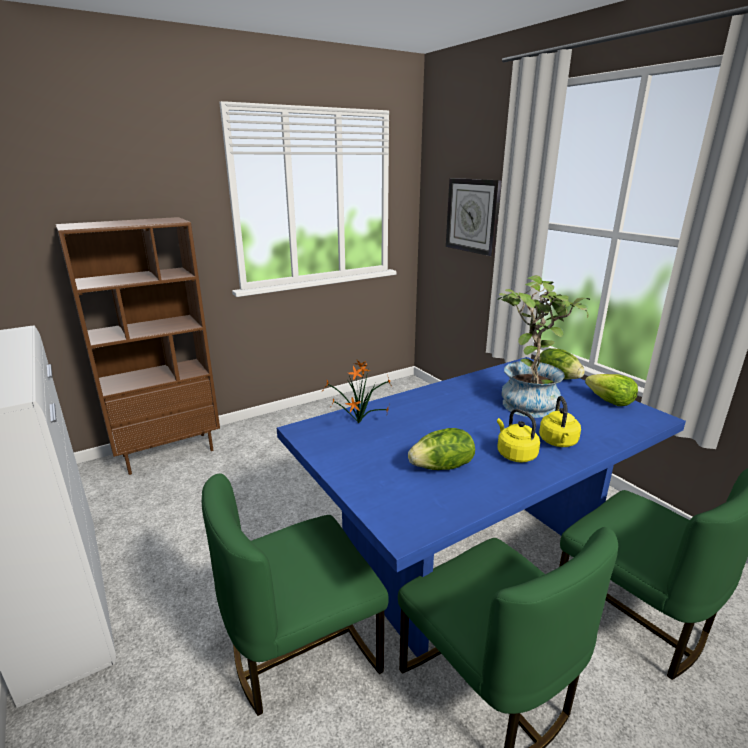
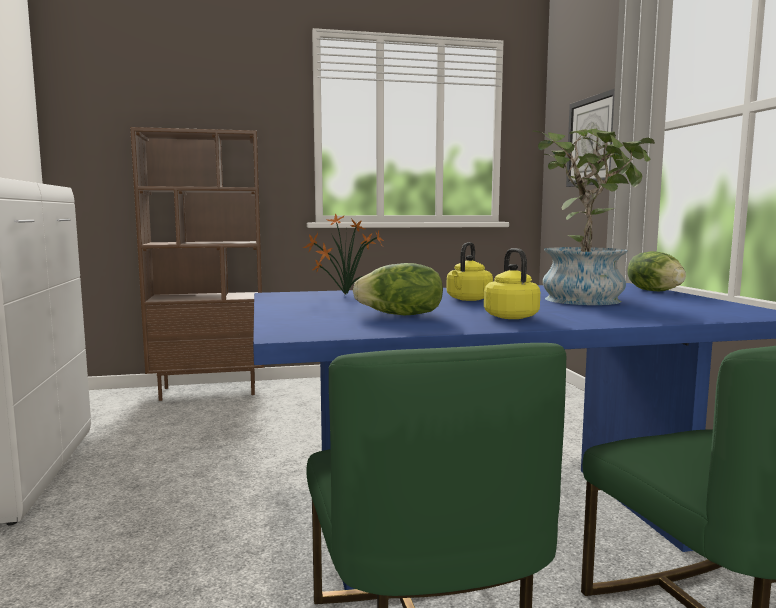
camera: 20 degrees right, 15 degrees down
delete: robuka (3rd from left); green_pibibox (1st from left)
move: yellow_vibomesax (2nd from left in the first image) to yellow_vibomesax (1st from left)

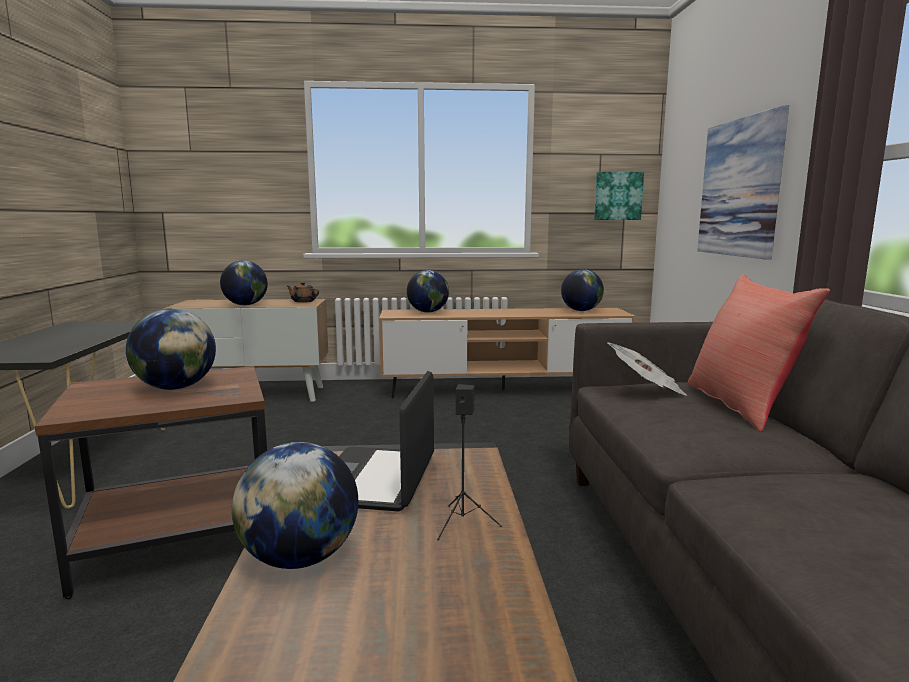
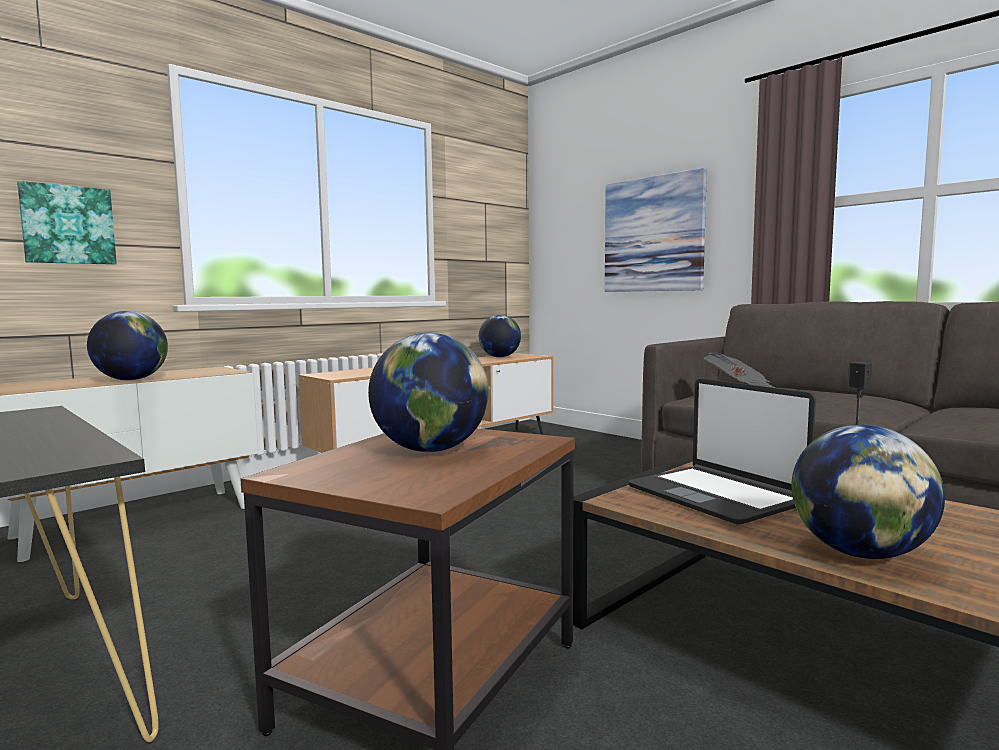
camera: 40 degrees left, 5 degrees down
delete: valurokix (4th from left); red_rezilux; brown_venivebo
move: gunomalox (1st from left)

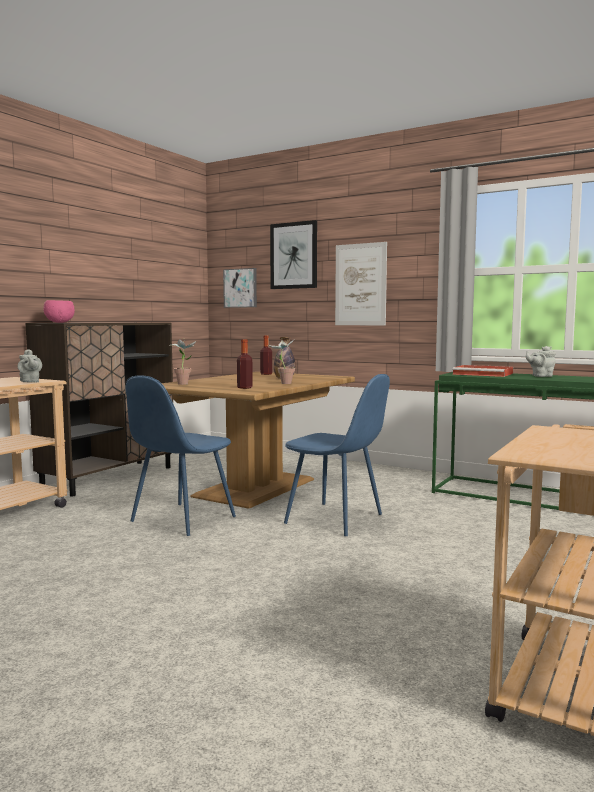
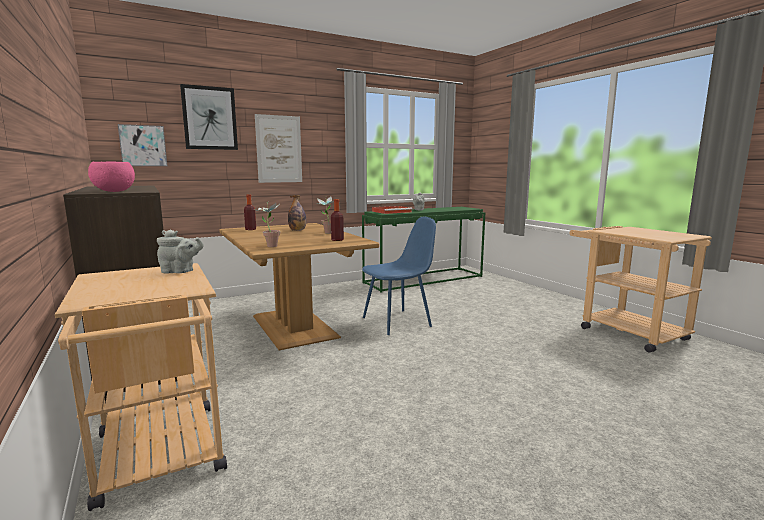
camera: 60 degrees left, 5 degrees up
delete: blue_pibibox (1st from left)

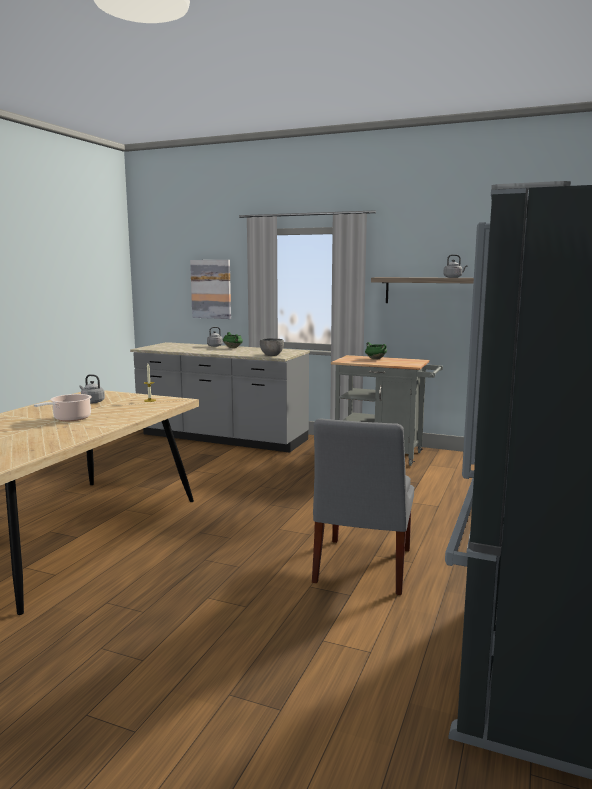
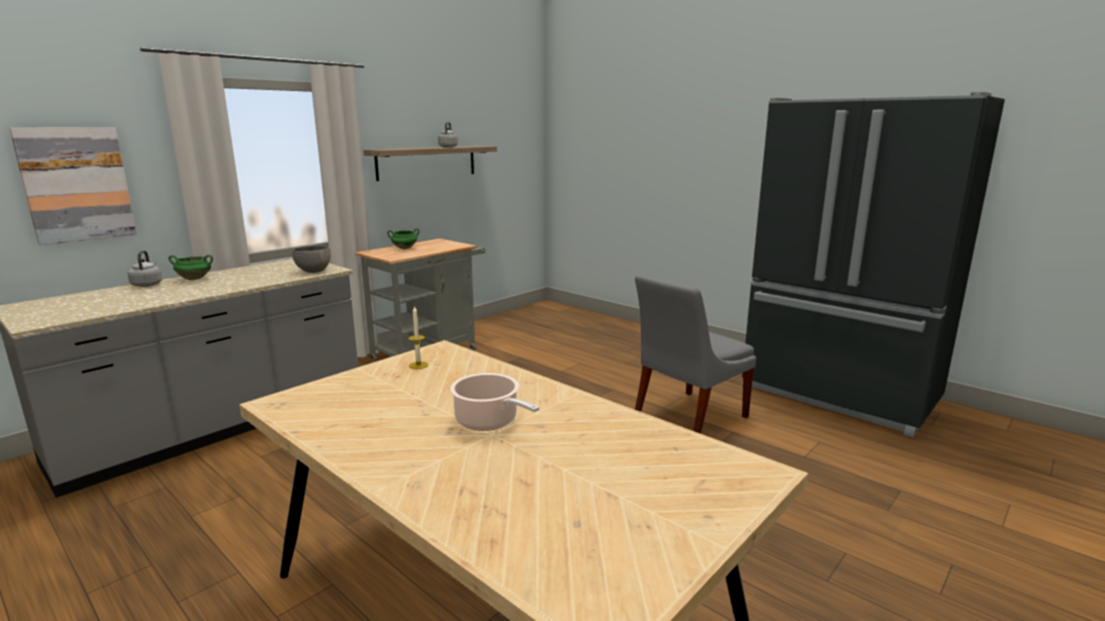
camera: 70 degrees left, 5 degrees up
delete: grey_vibomesax (1st from left)
rotate: grey_pibibox 105 degrees clockwise

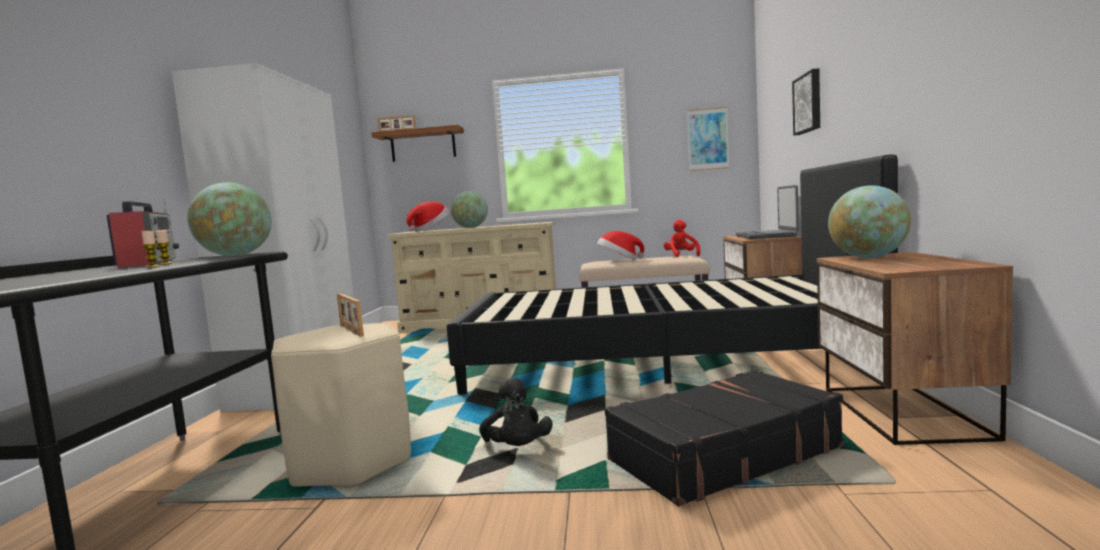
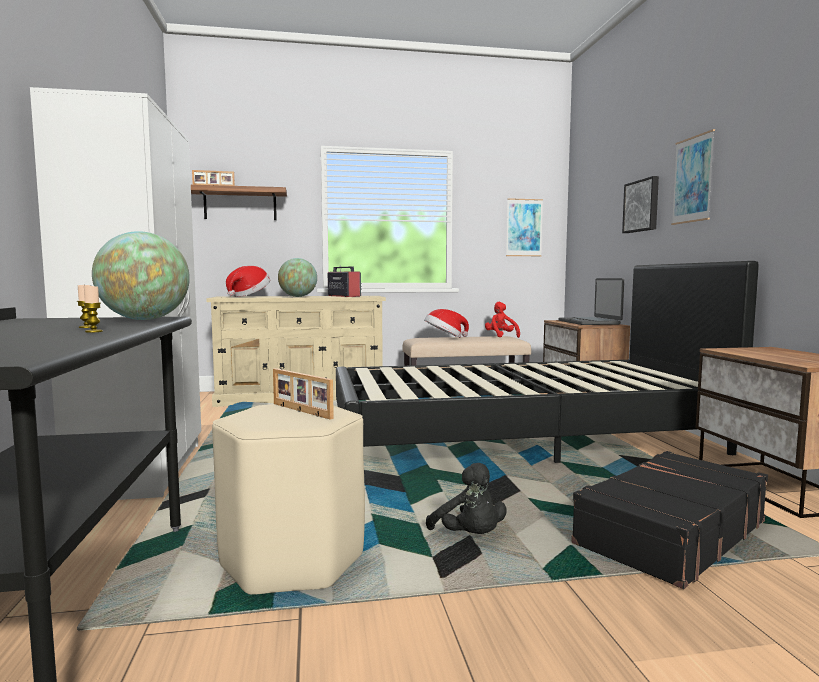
camera: 15 degrees left, 0 degrees up
delete: valurokix (3rd from left)
insert: gunomalox (3rd from left)
move: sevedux

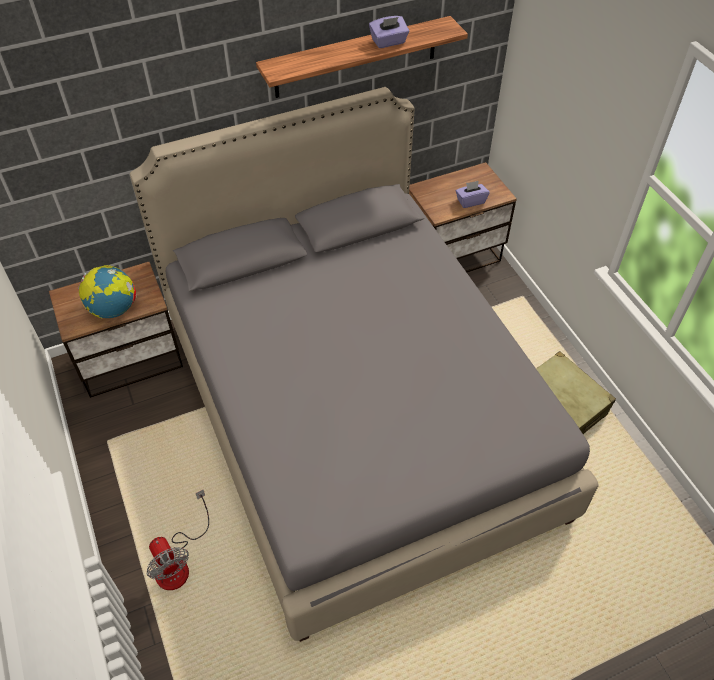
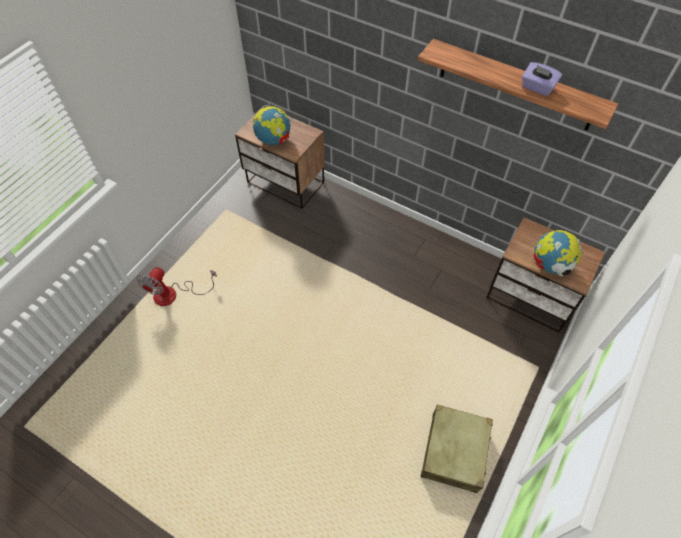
camera: 55 degrees right, 5 degrees up
delete: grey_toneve
replace: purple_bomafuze (2nd from left) to valurokix (2nd from left)

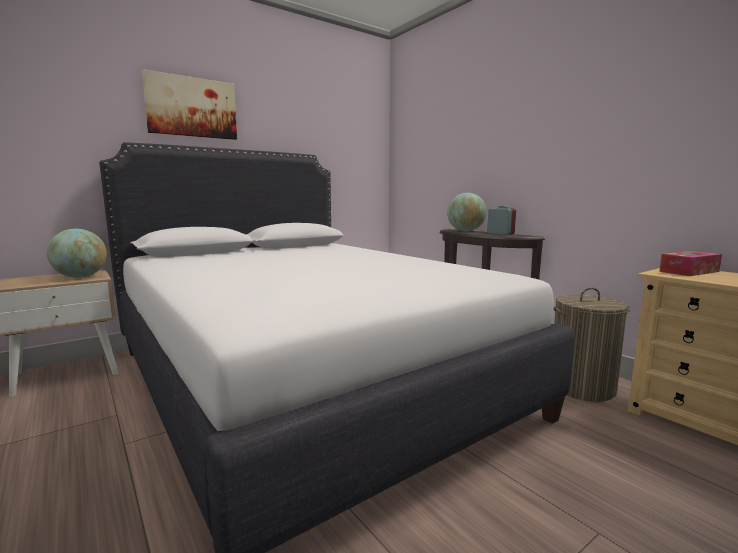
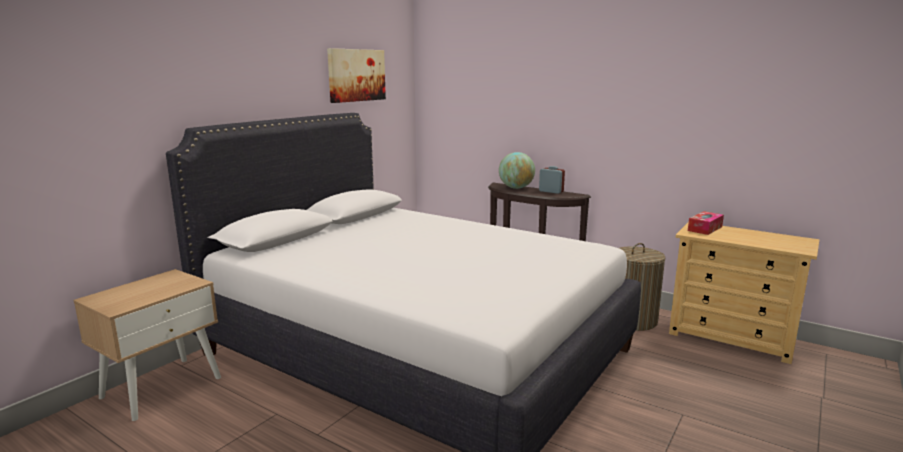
camera: 20 degrees left, 5 degrees up
delete: valurokix (1st from left)
move: gunomalox

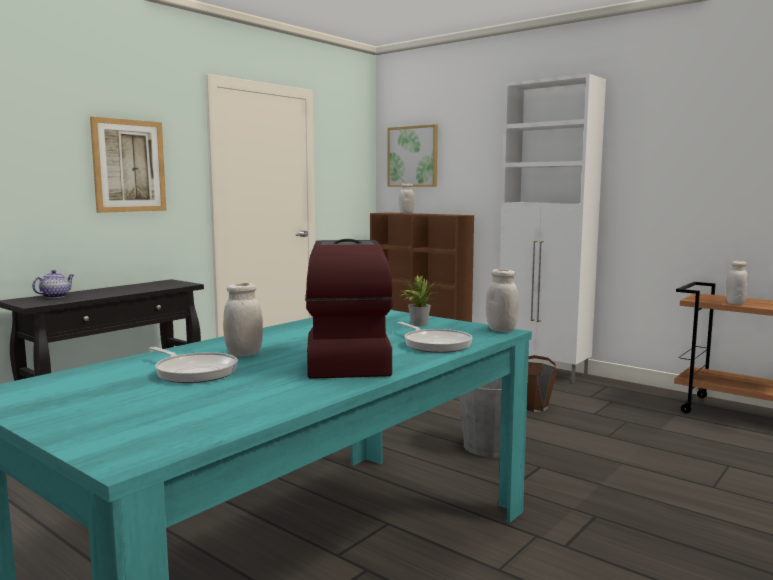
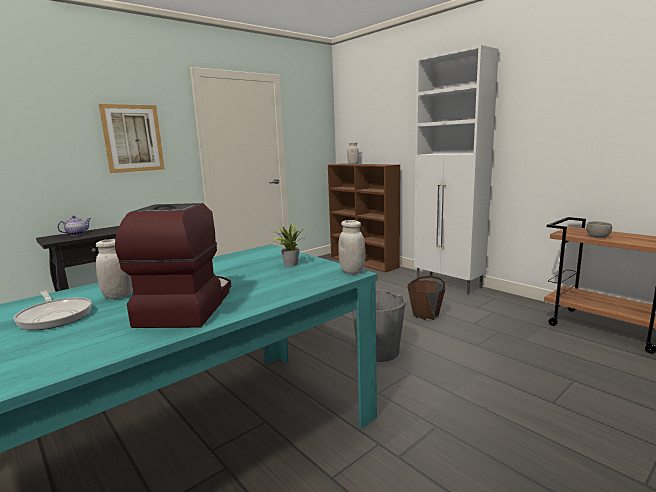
camera: 10 degrees right, 5 degrees up
delete: gunomalox (2nd from left); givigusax (2nd from left)
replace: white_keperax (4th from left) to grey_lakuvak

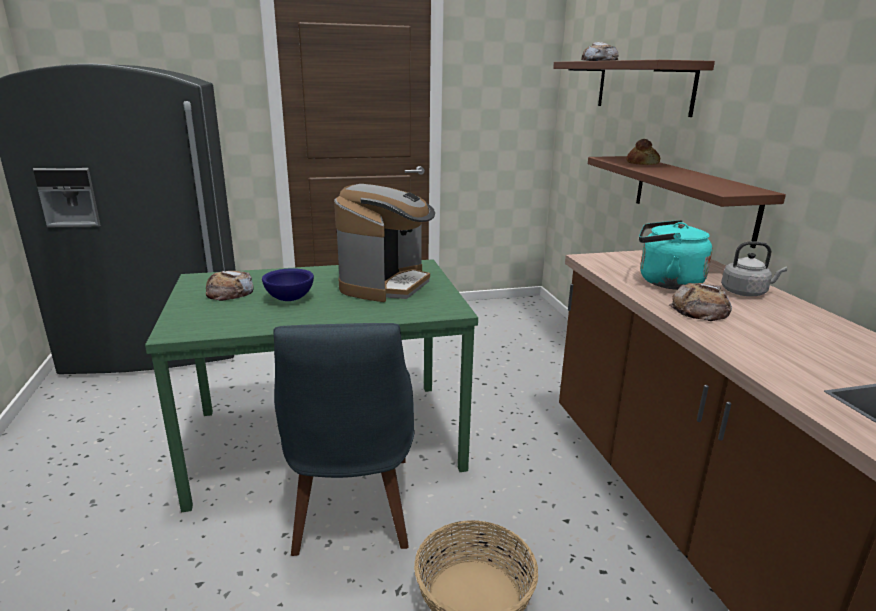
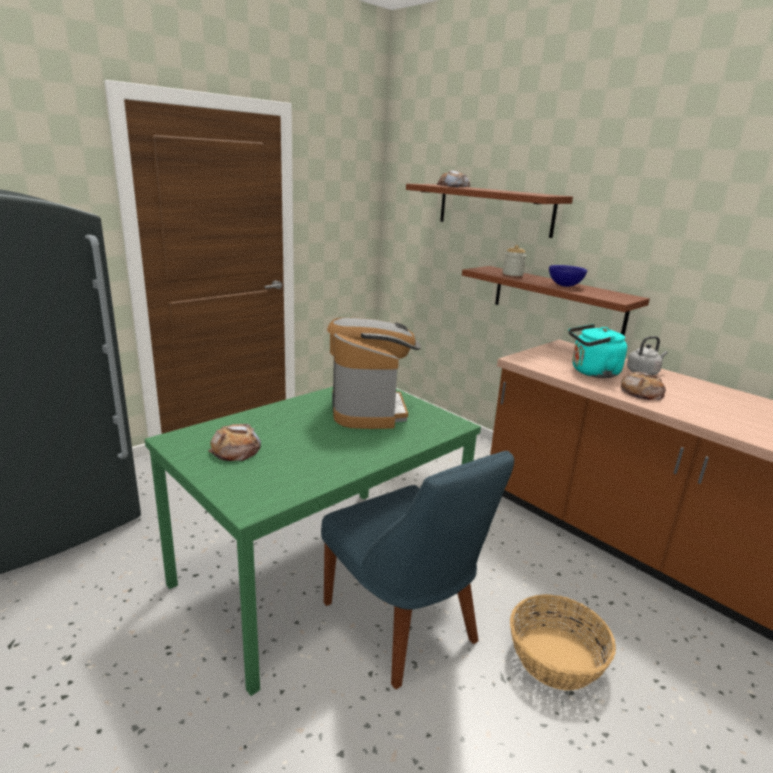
camera: 30 degrees left, 0 degrees up
move: blue_lakuvak
replace: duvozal (3rd from left) to keperax

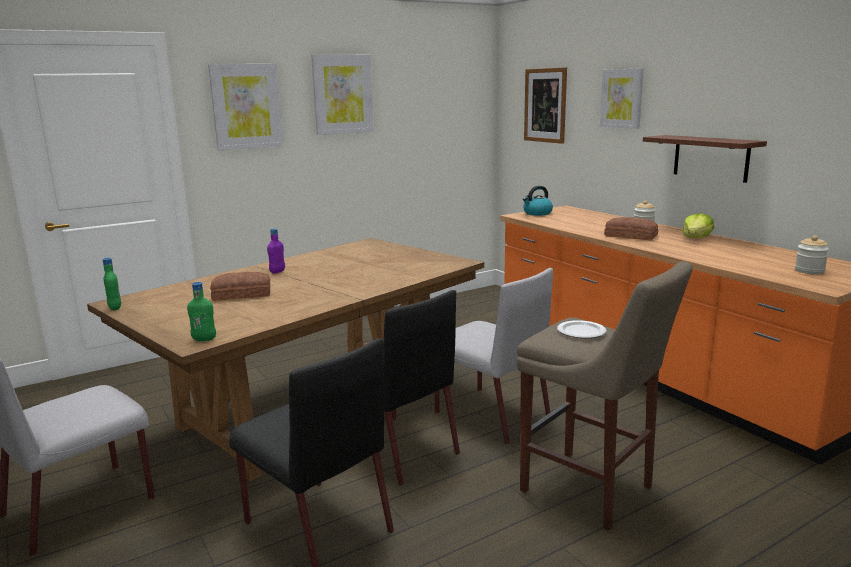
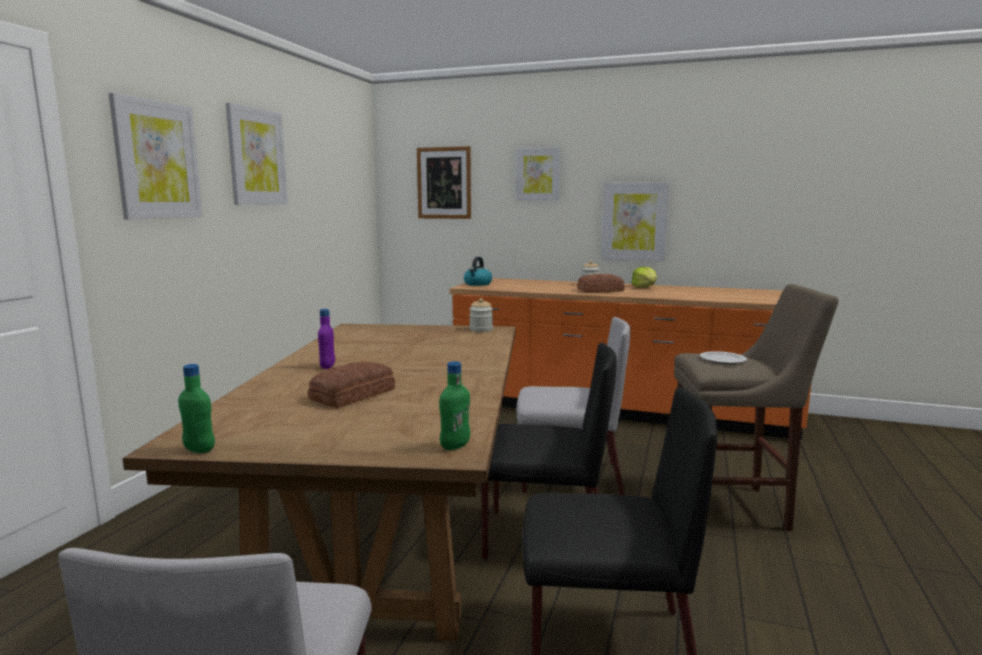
camera: 40 degrees left, 5 degrees down
move: keperax (2nd from left in the first image) to keperax (1st from left)
replace: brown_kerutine to gunomalox (5th from left)

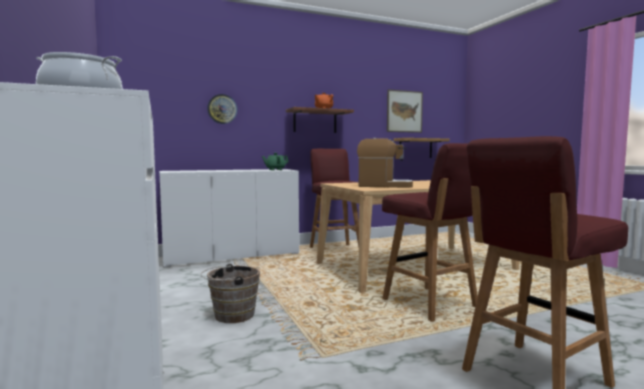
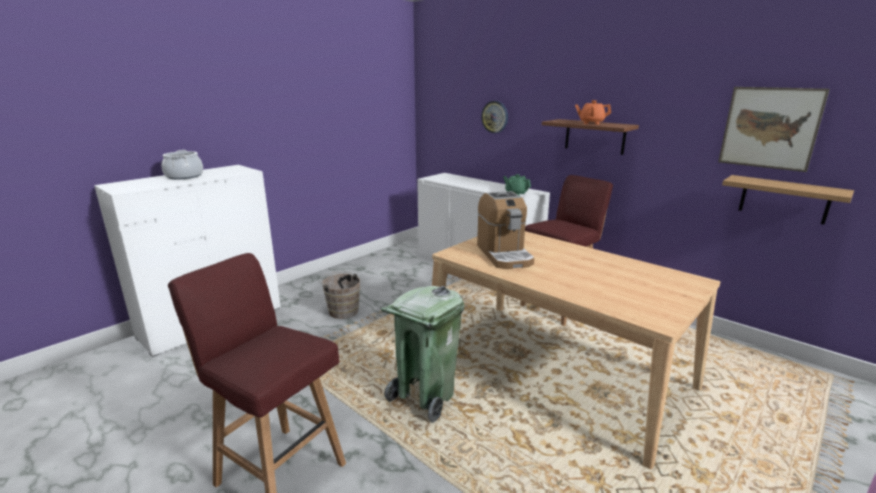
camera: 65 degrees right, 15 degrees up
replace: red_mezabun (2nd from left) to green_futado

